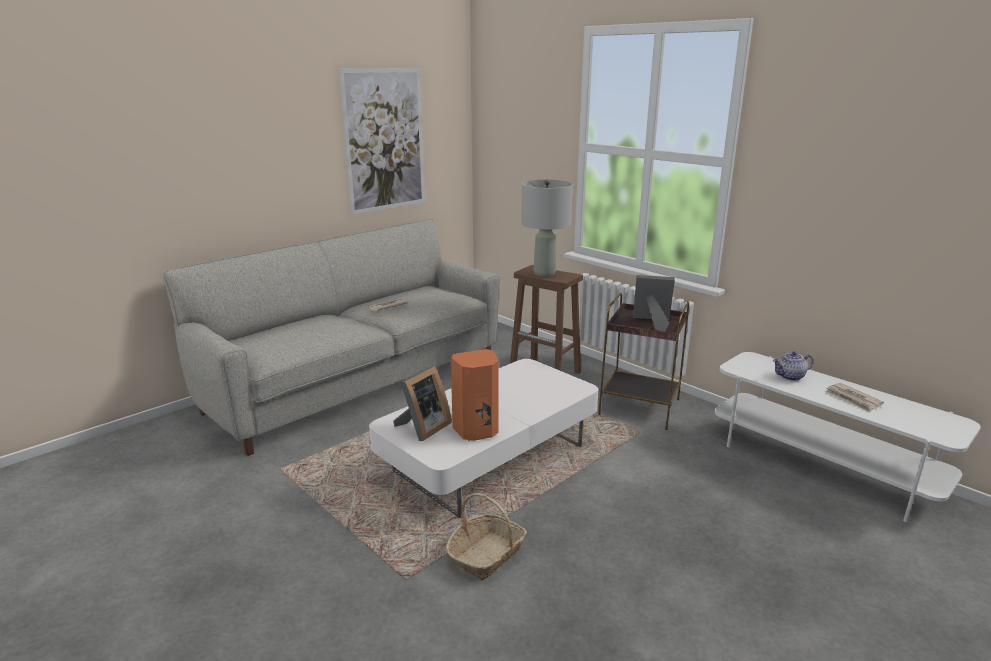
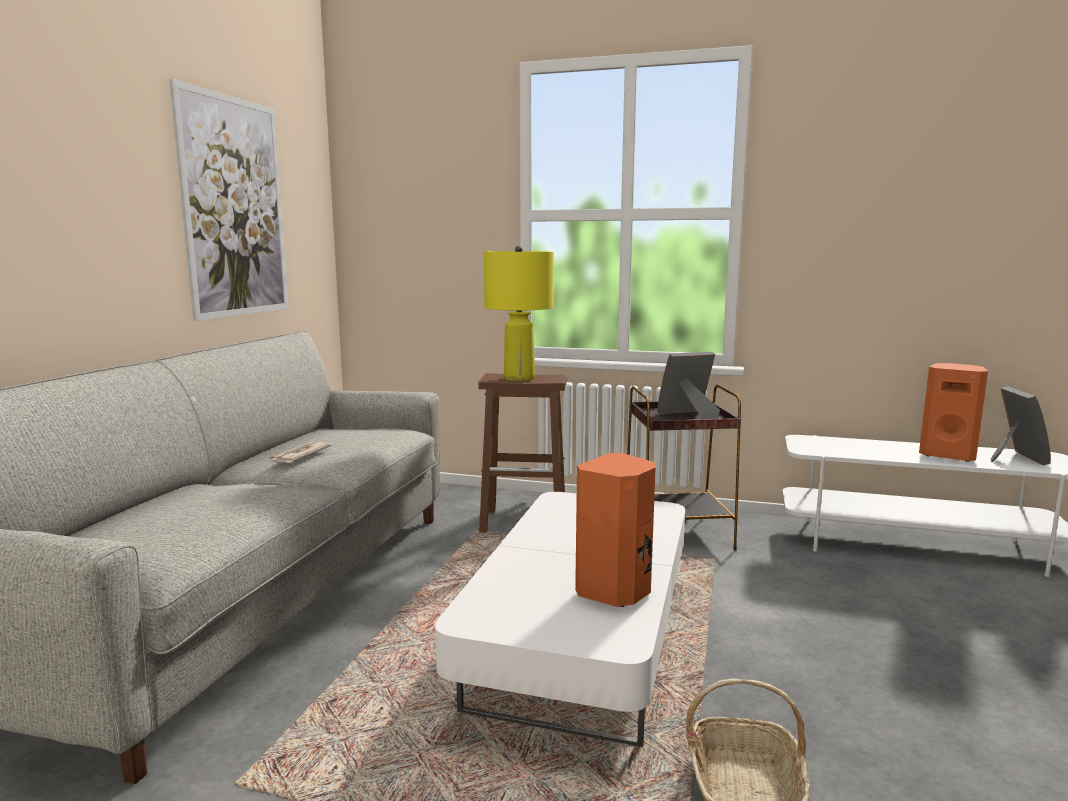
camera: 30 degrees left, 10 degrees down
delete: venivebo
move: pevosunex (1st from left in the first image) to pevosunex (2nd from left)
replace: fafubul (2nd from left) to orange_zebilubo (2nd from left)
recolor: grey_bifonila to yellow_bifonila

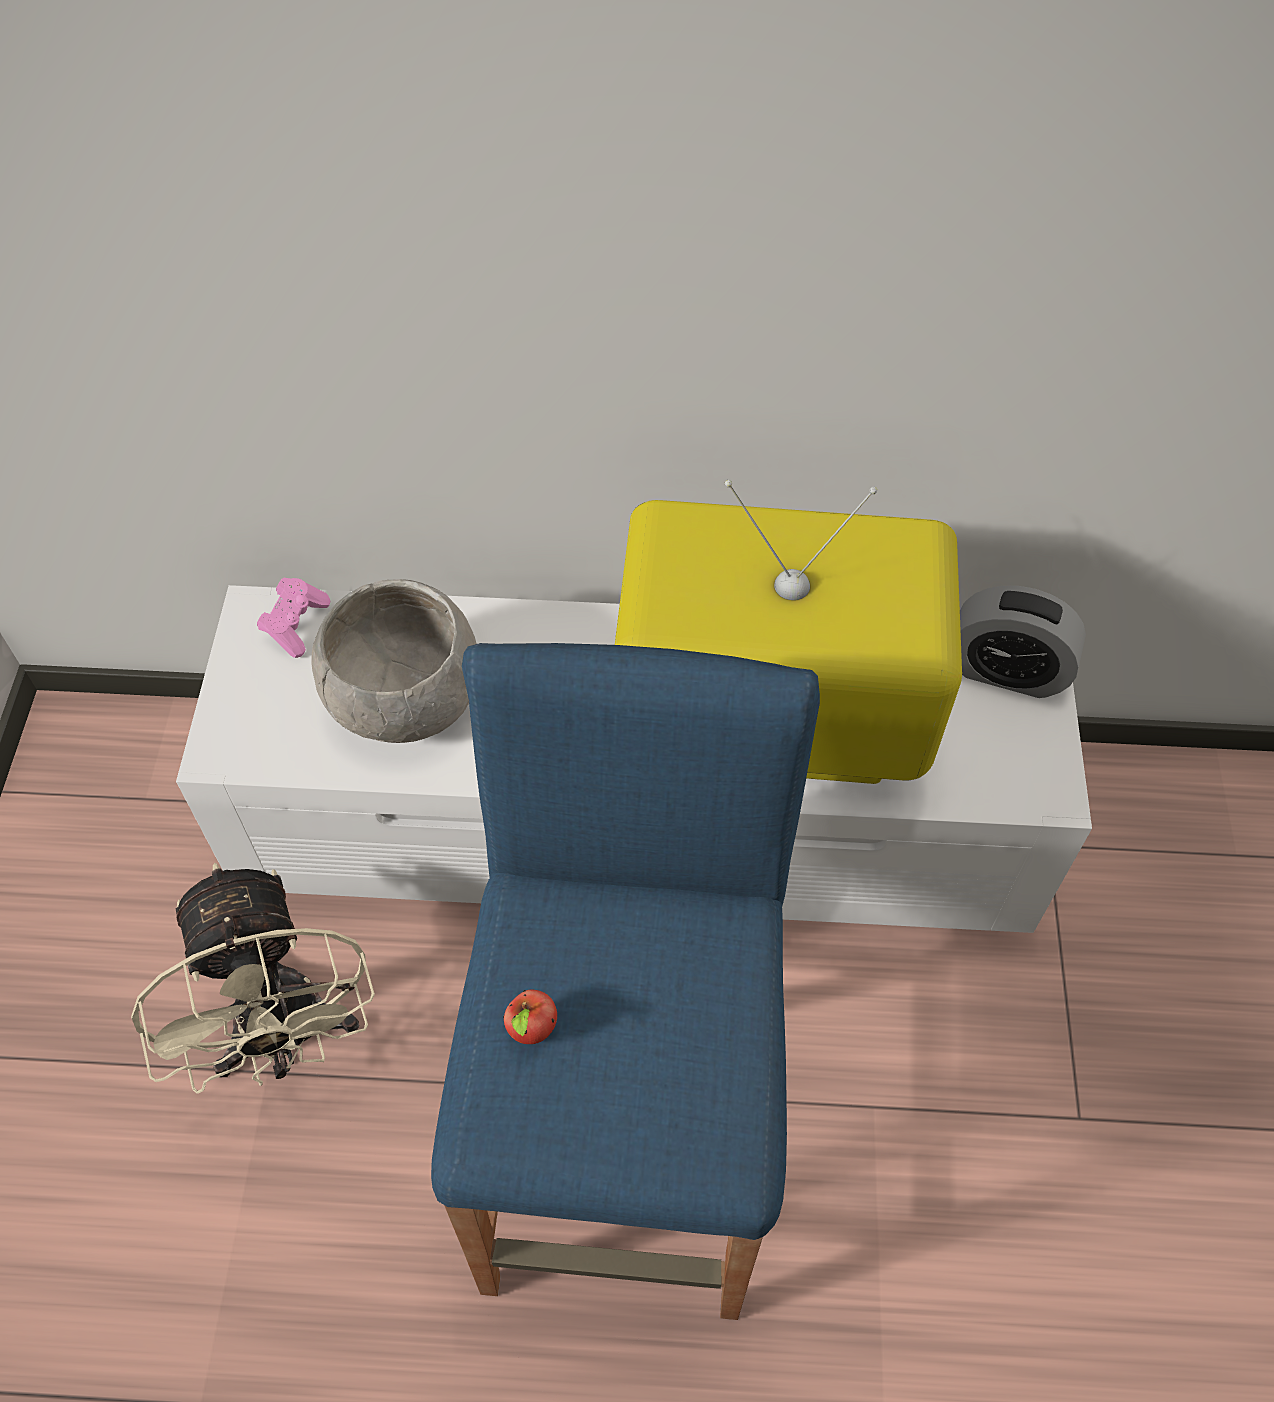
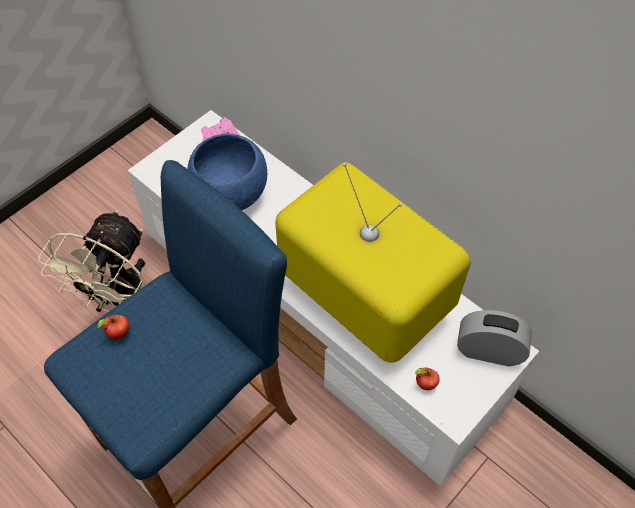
camera: 40 degrees right, 0 degrees up
insert: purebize (2nd from left)
recolor: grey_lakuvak to blue_lakuvak
rotate: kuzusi 135 degrees clockwise

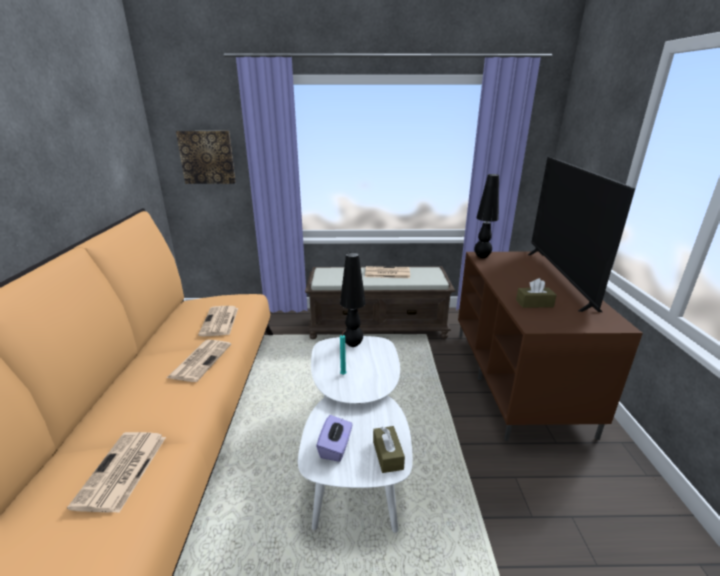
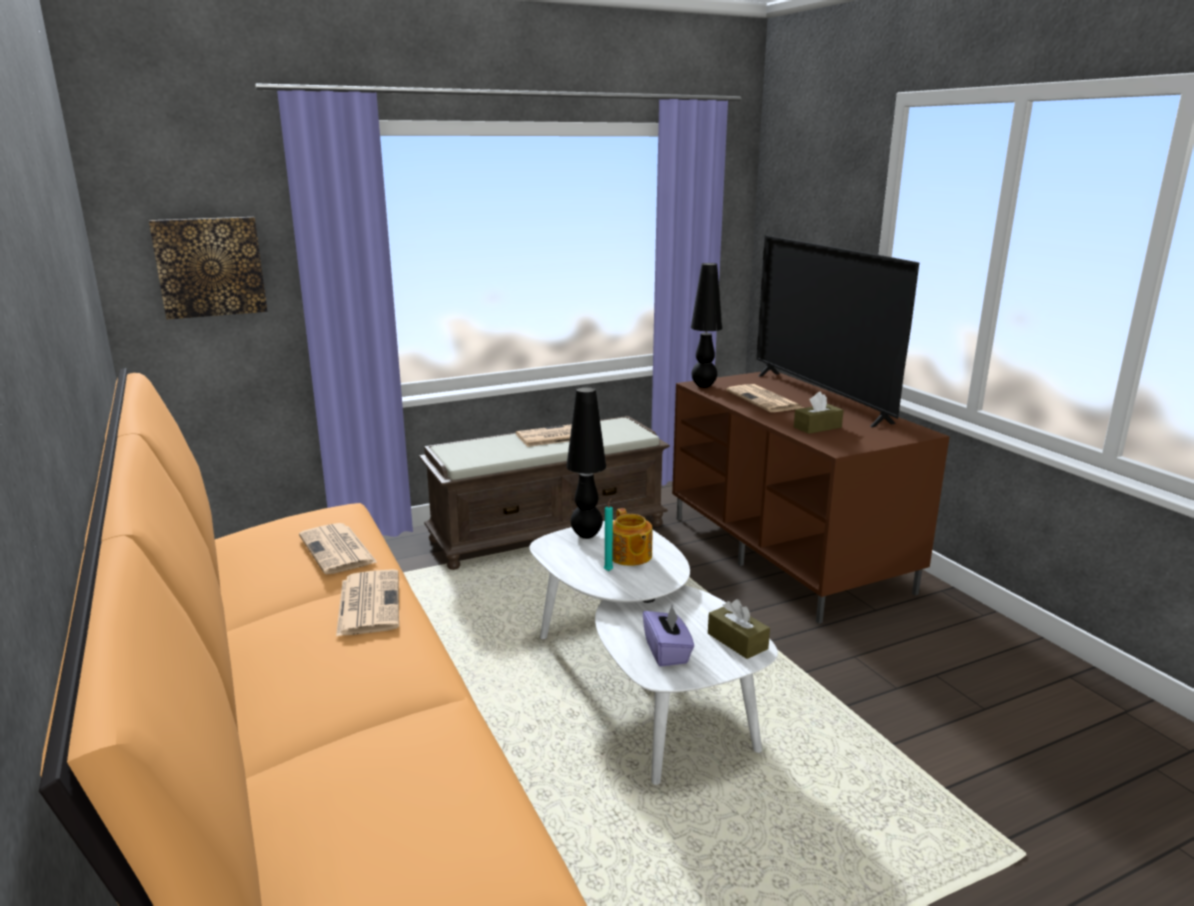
camera: 25 degrees left, 5 degrees down
insert: venivebo
move: fafubul (1st from left in the first image) to fafubul (4th from left)

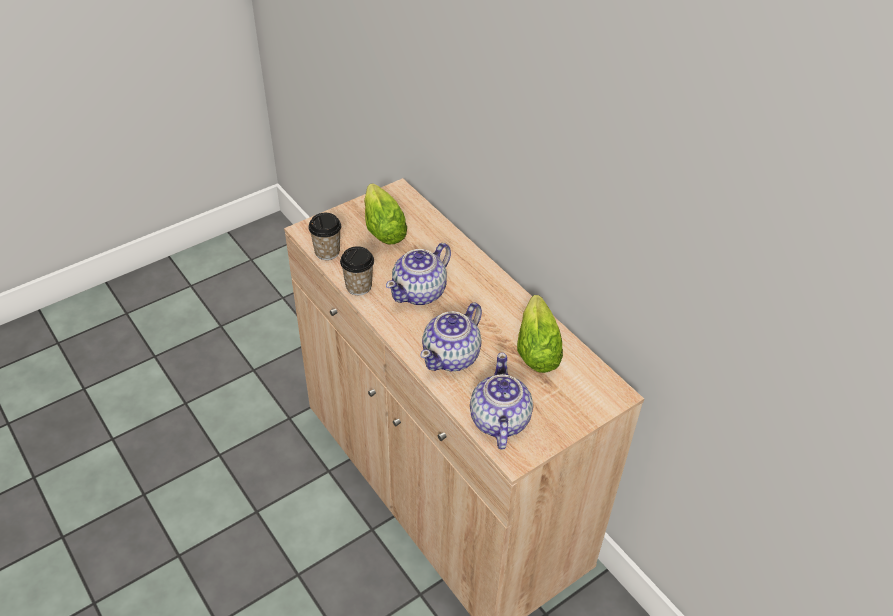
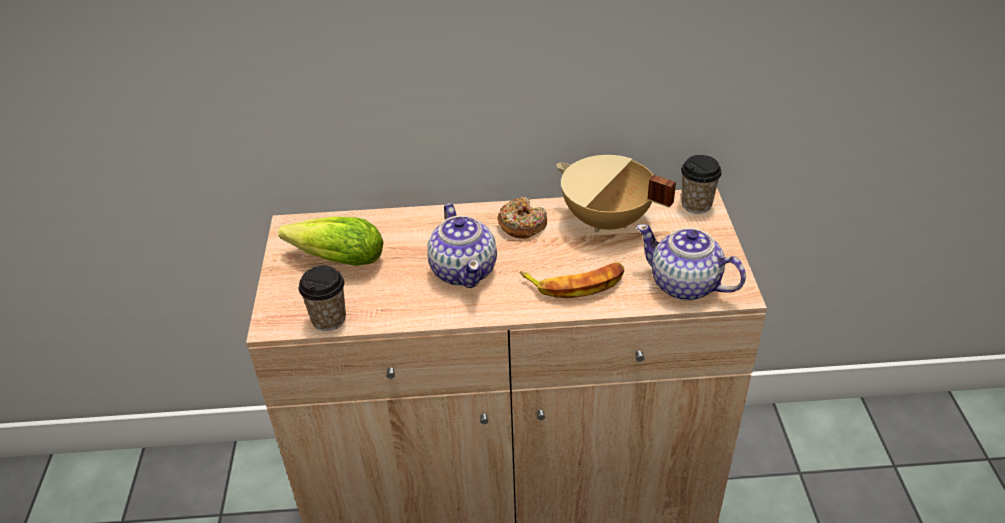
camera: 55 degrees left, 5 degrees down
insert: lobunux
move: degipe (2nd from left)
replace: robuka (2nd from left) to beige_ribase; venivebo (2nd from left) to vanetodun

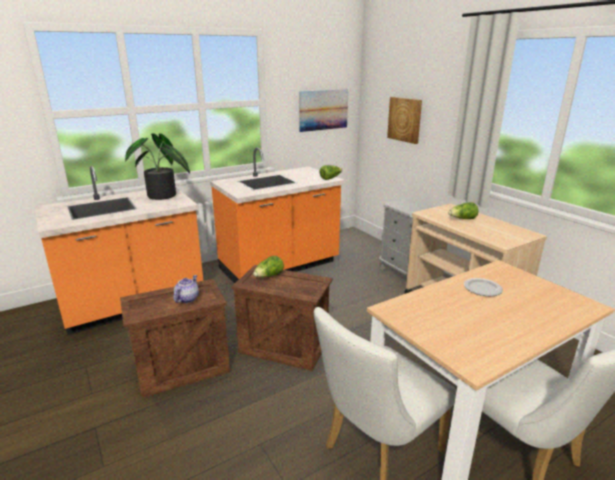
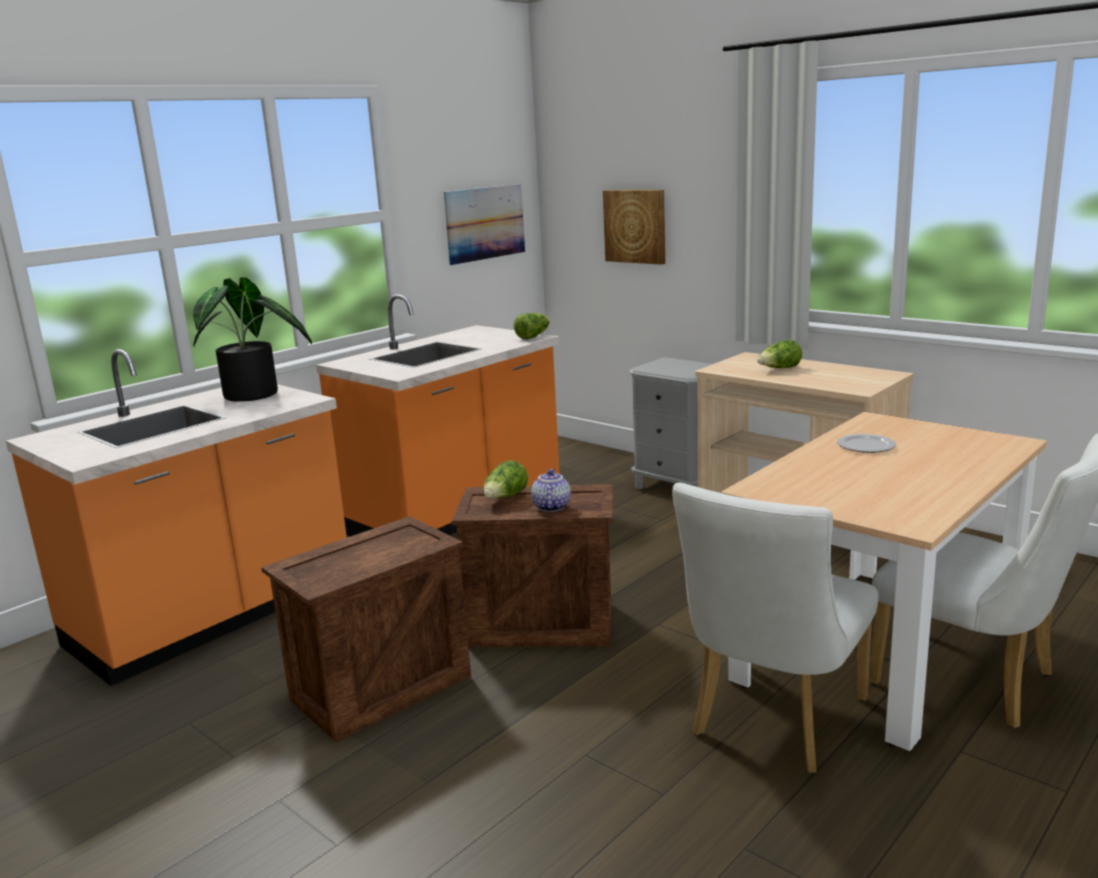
camera: 15 degrees left, 5 degrees down
move: venivebo

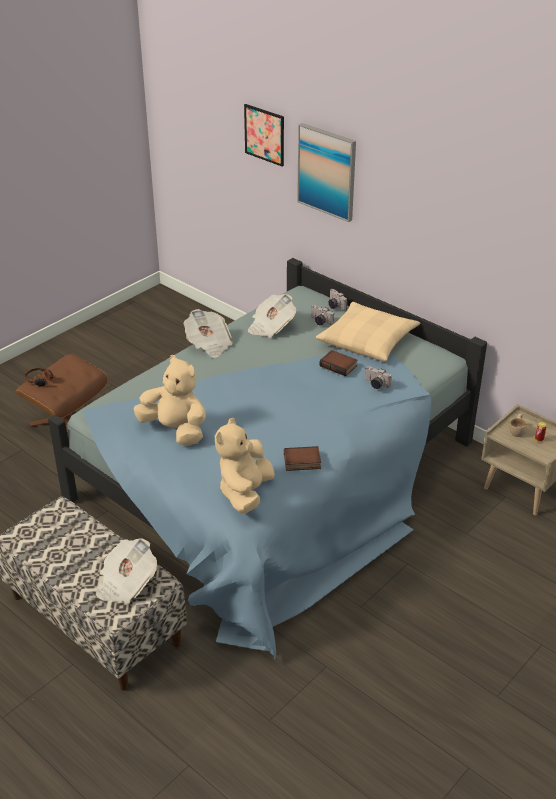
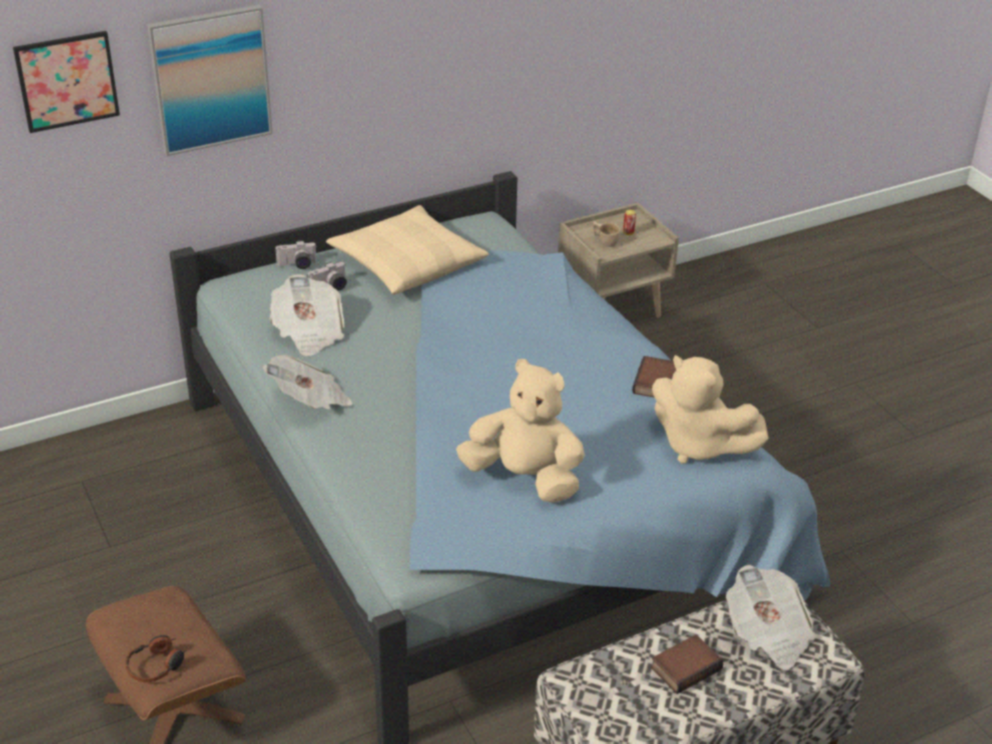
camera: 70 degrees left, 0 degrees up
delete: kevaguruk (3rd from left)
move: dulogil (2nd from left)
rotate: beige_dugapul (1st from left) 60 degrees clockwise

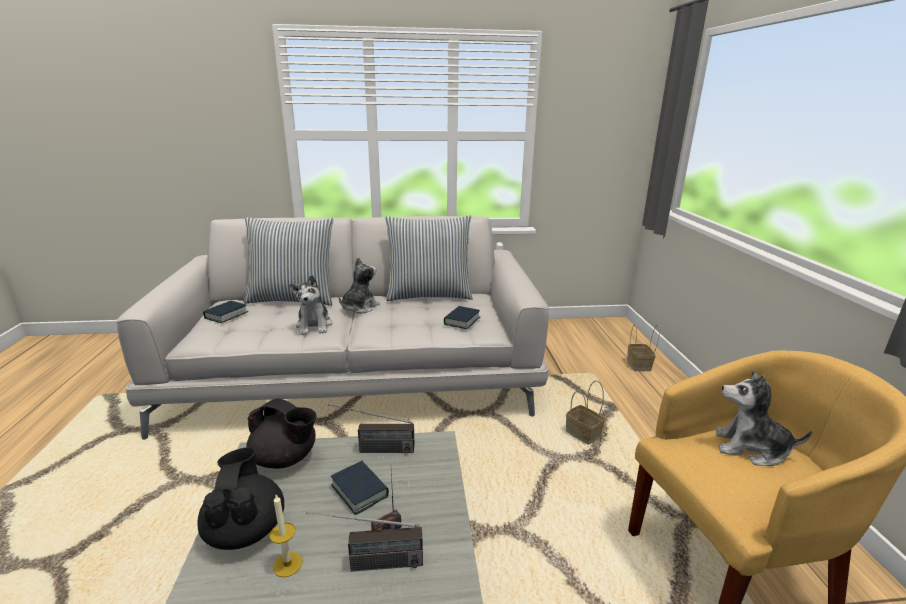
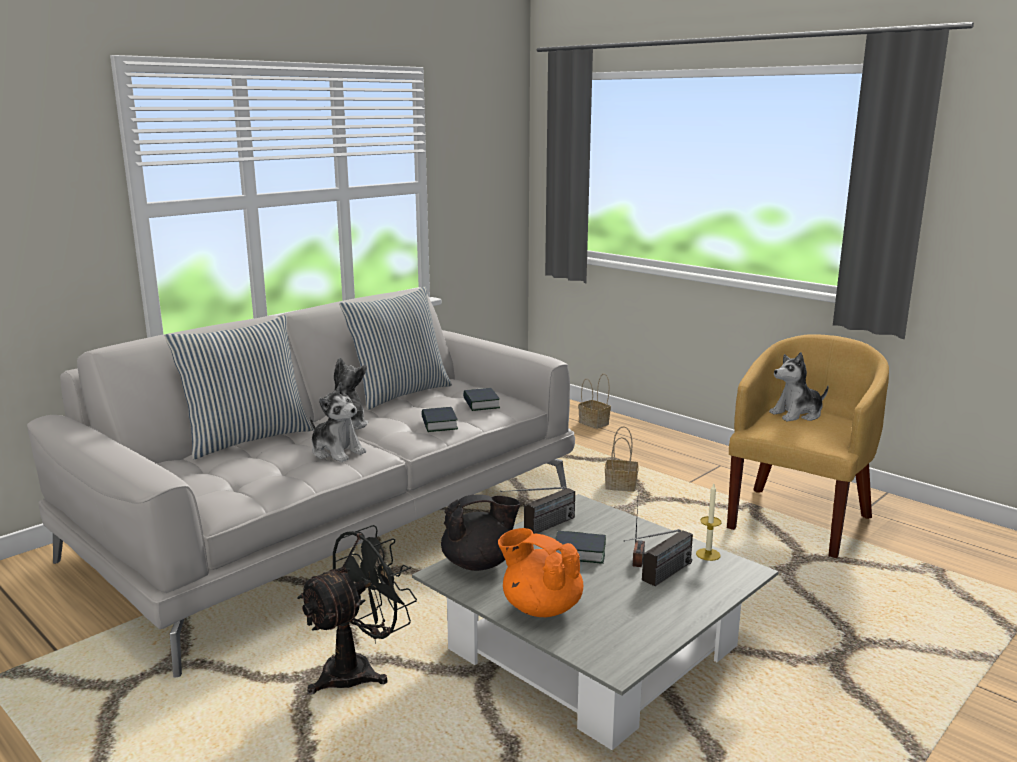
camera: 40 degrees left, 5 degrees down
insert: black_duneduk
move: dulogil (1st from left); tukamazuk
recolor: black_venivebo (1st from left) to orange_venivebo

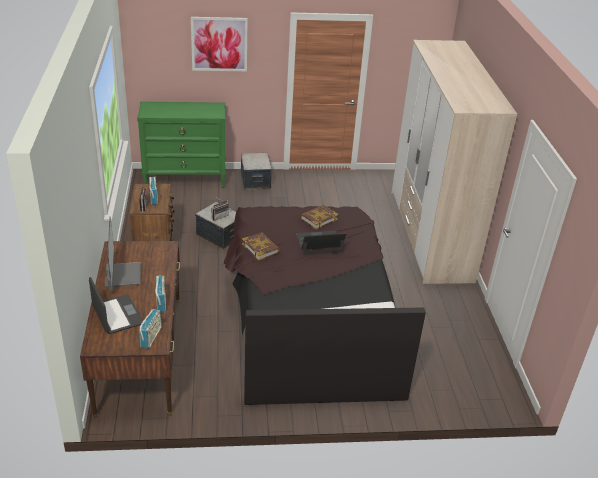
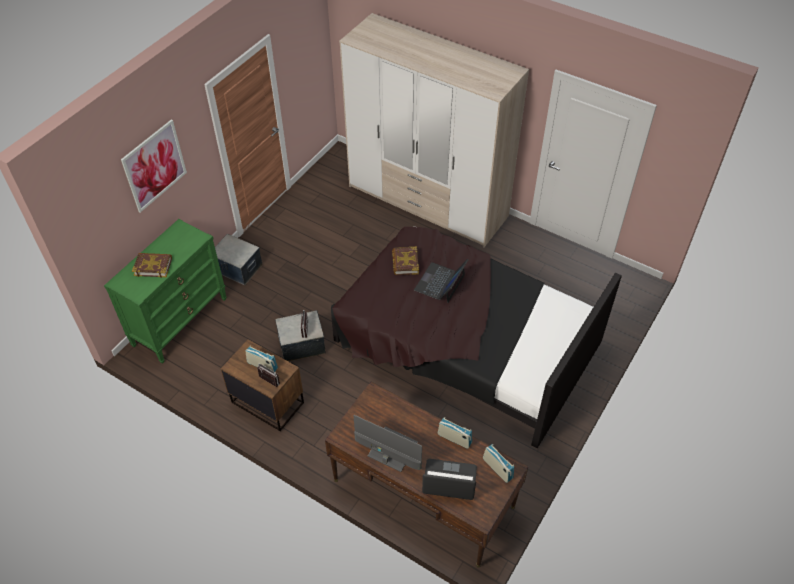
camera: 50 degrees left, 15 degrees up
move: dulogil (1st from left)

